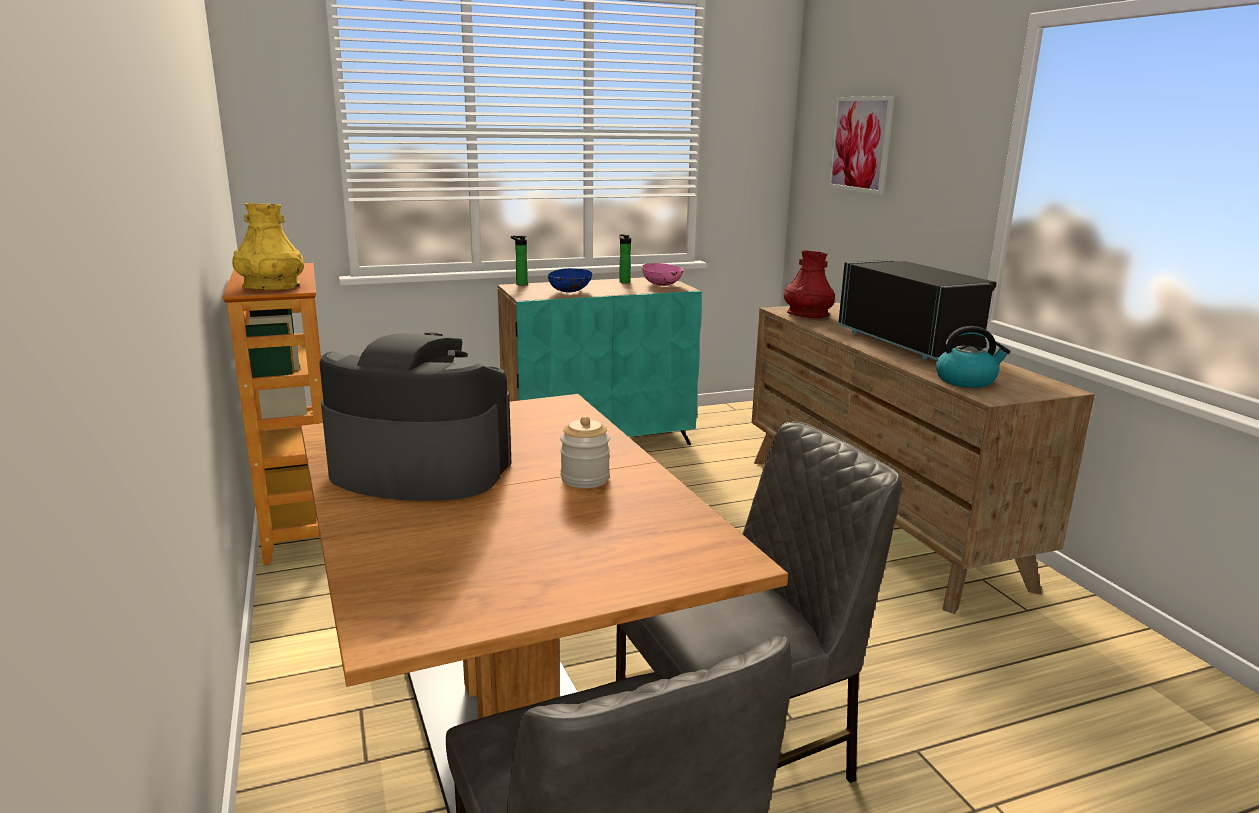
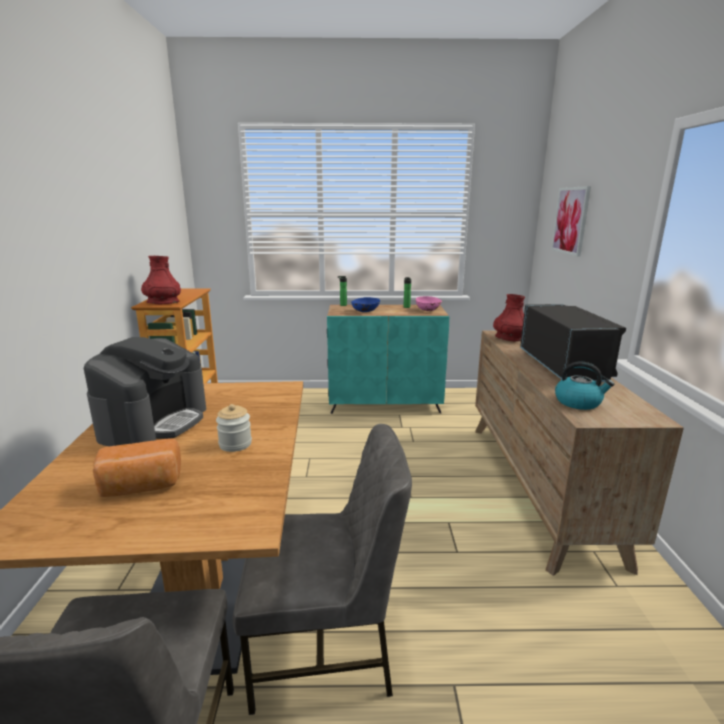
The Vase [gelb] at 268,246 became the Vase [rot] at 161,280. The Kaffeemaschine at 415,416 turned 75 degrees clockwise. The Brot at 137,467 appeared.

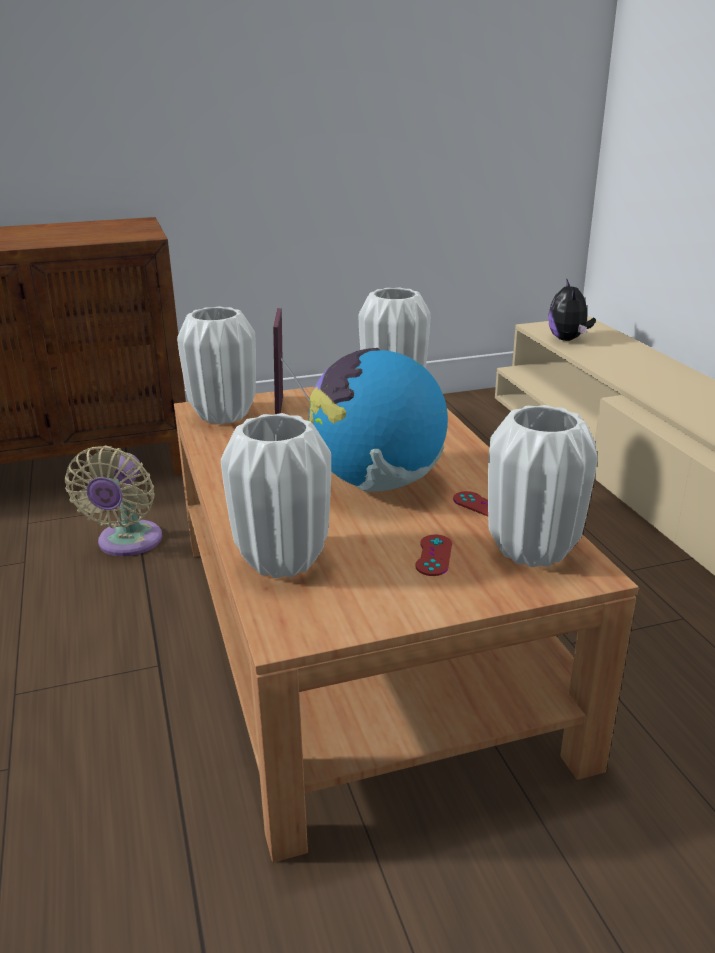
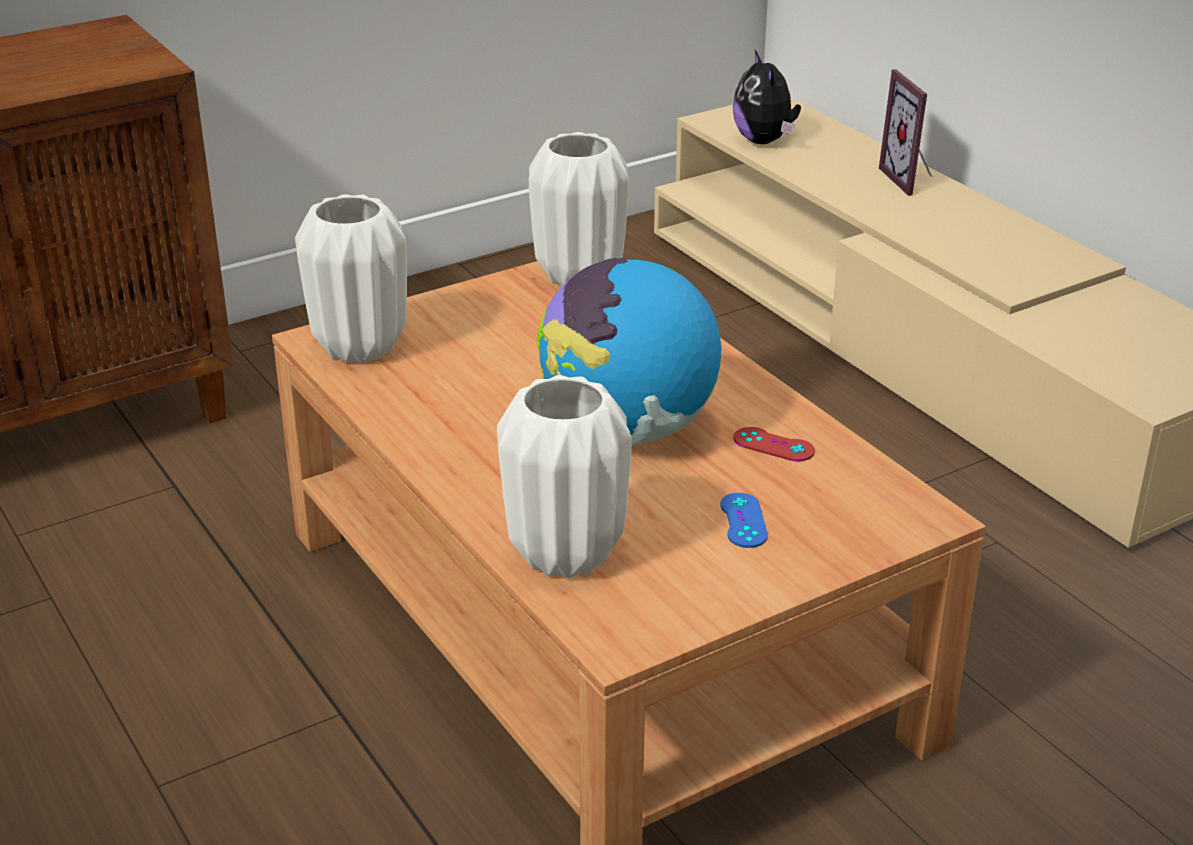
The Bilderrahmen moved from 291,361 to 906,132. The Vase [weiß] at 543,486 disappeared. The Ventilator [beige] at 113,501 disappeared. The Gamepad [rot] at 433,555 became the Gamepad [blau] at 744,520.

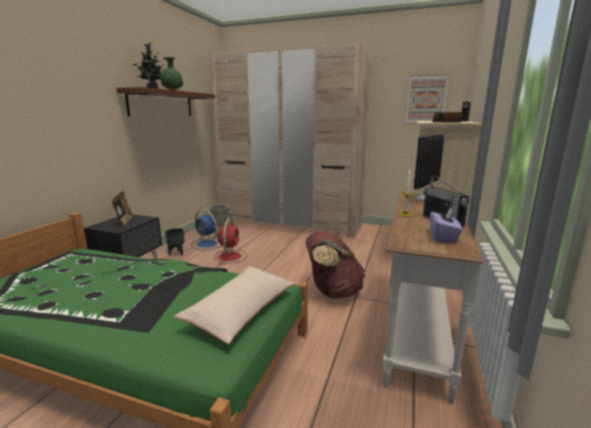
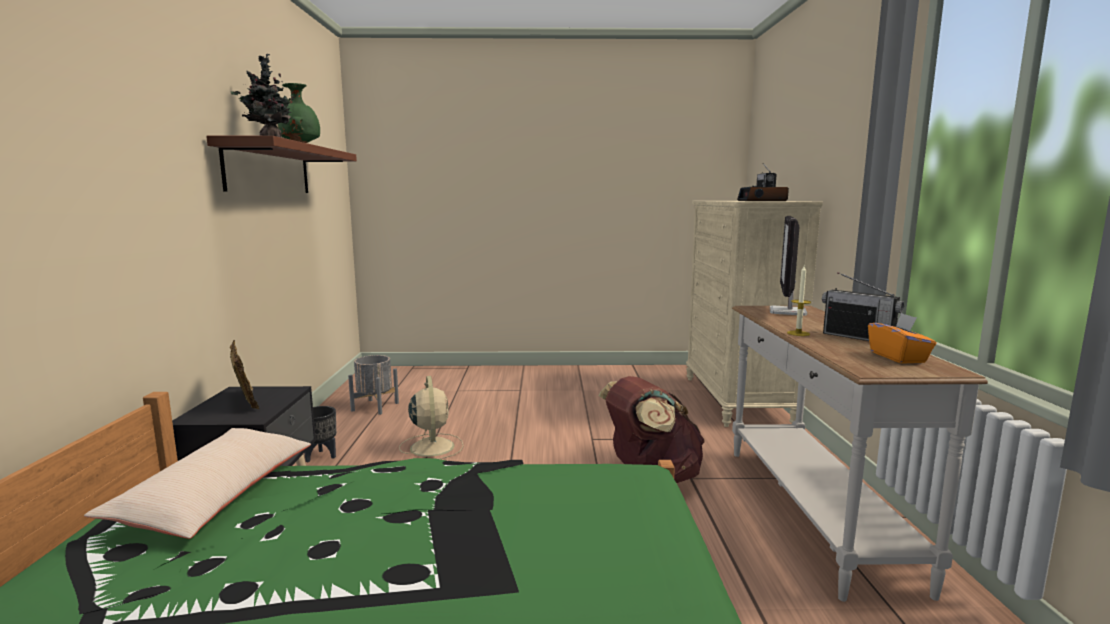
The Kleiderschrank [beige] at 290,140 disappeared. The Bild at 427,99 disappeared. The Taschentuchbox [lila] at 446,225 became the Taschentuchbox [orange] at 902,338. The Ventilator [blau] at 206,229 disappeared. The Ventilator [rot] at 230,241 became the Ventilator [beige] at 431,417. The Kissen [beige] moved from 234,305 to 197,483.

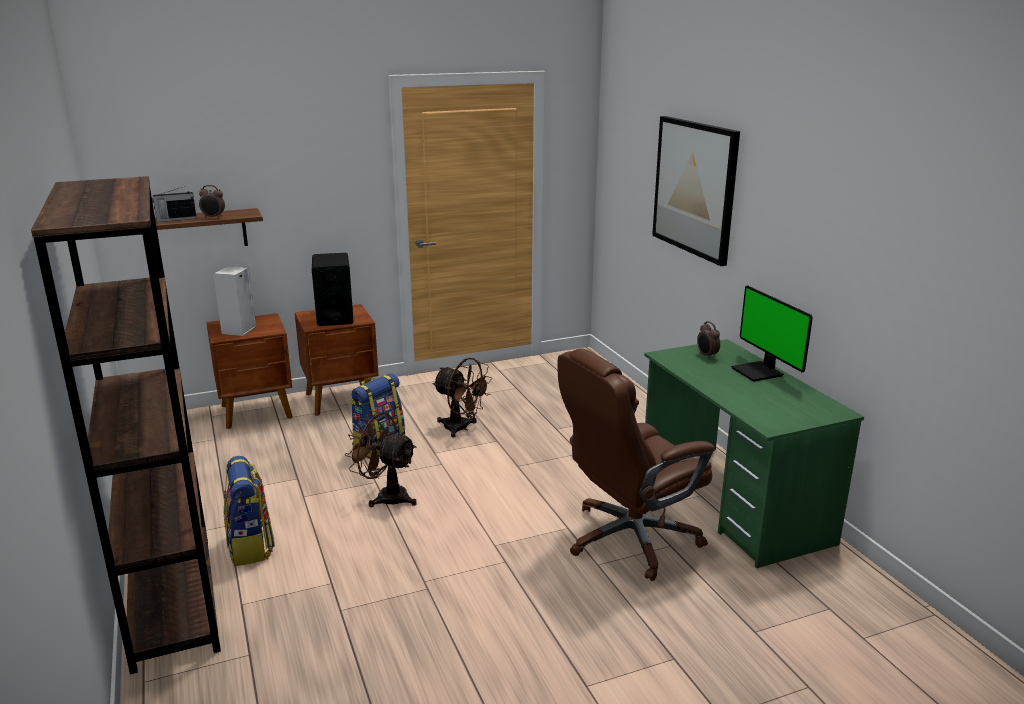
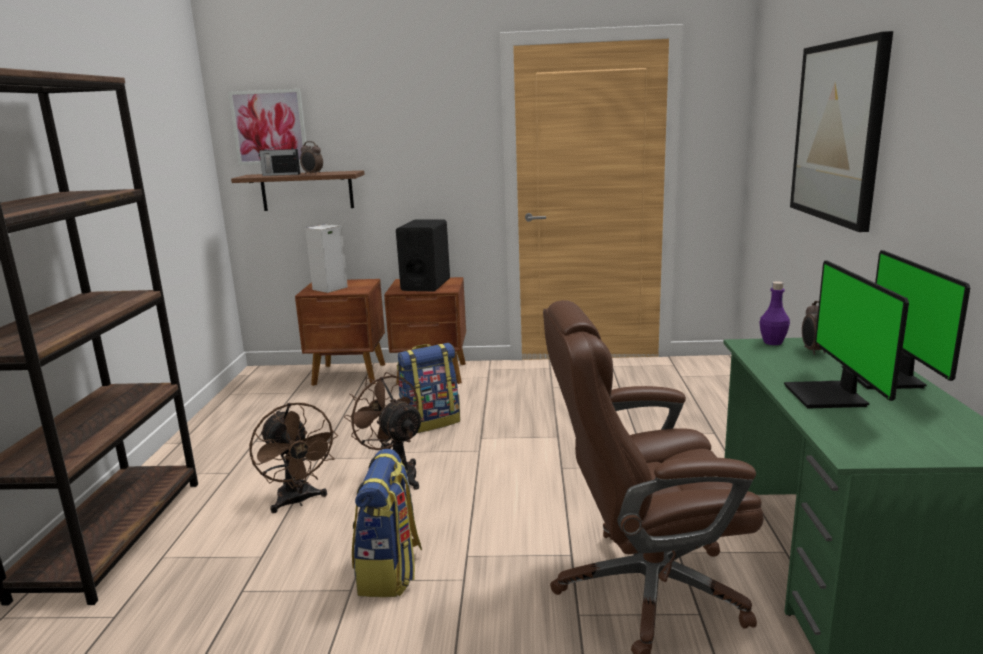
The Ventilator [braun] moved from 462,398 to 293,458. The Rucksack moved from 249,511 to 387,523. The Bild at 267,127 appeared. The Monitor at 846,335 appeared. The Flasche [lila] at 775,313 appeared.

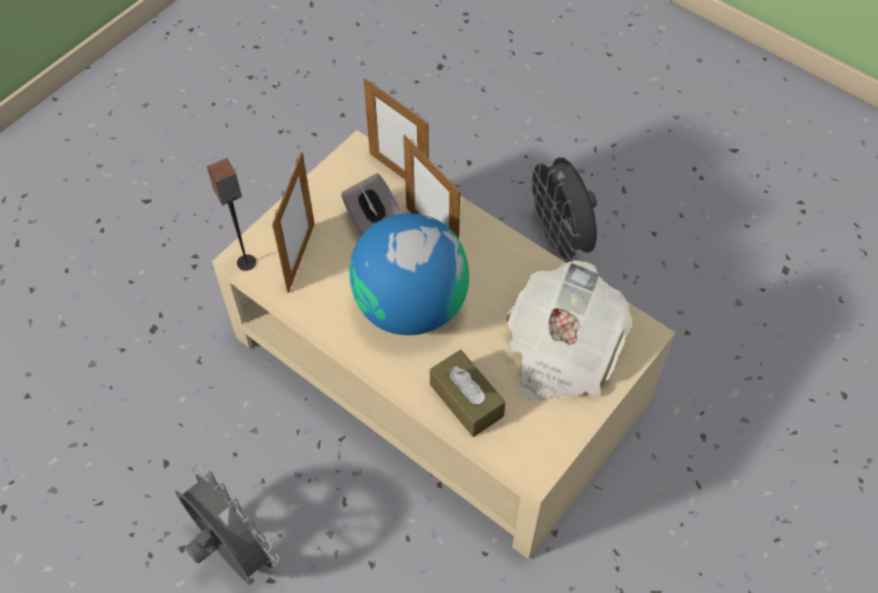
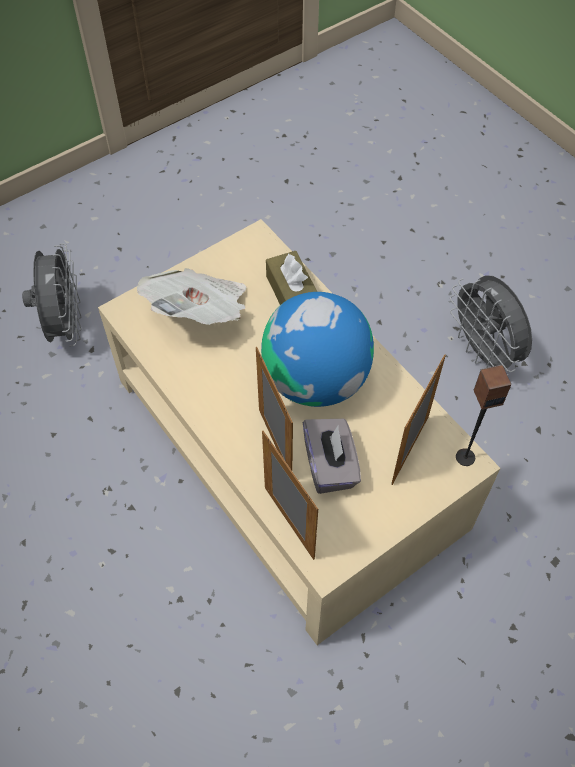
The Ventilator [grau] moved from 560,209 to 52,295.

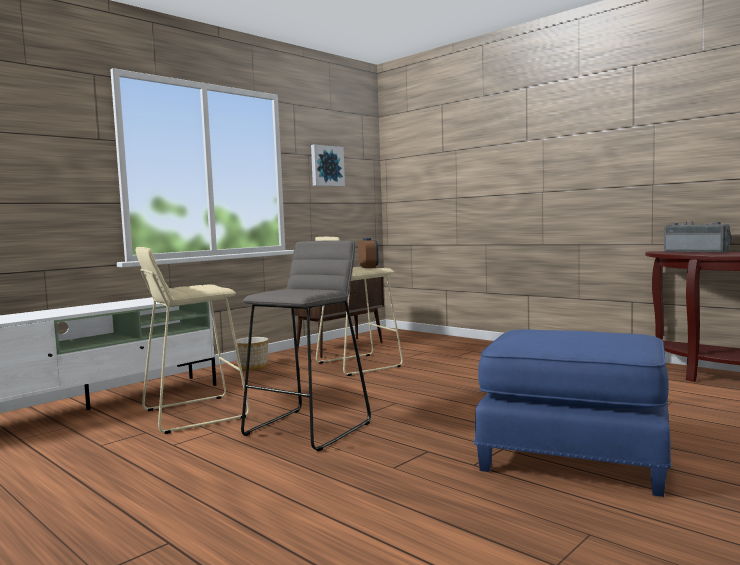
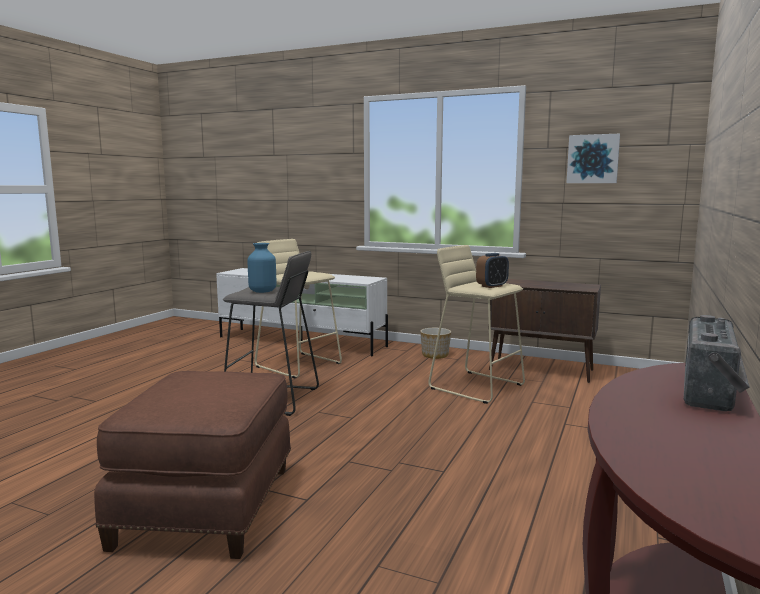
The Polsterhocker [blau] at 572,413 became the Polsterhocker [braun] at 192,465. The Vase [blau] at 262,268 appeared.

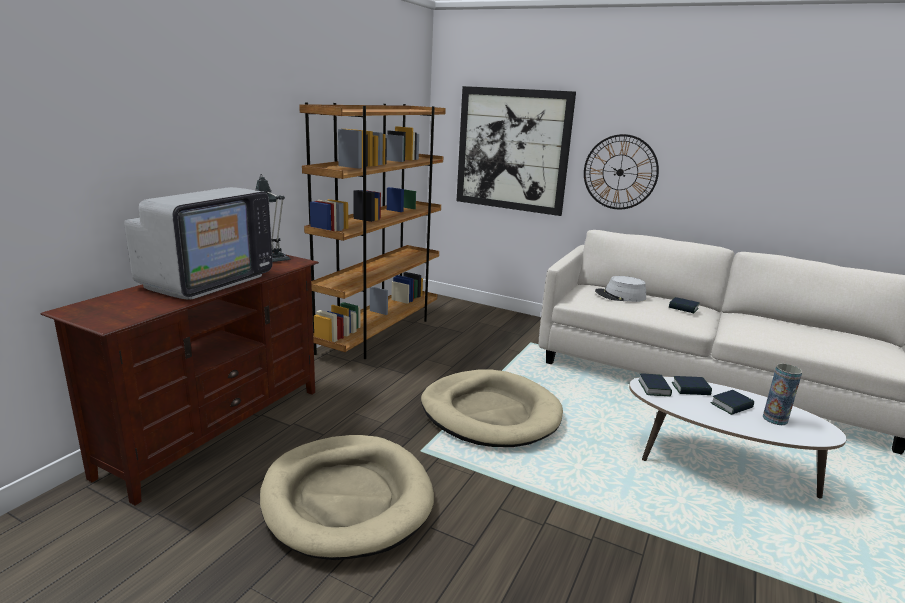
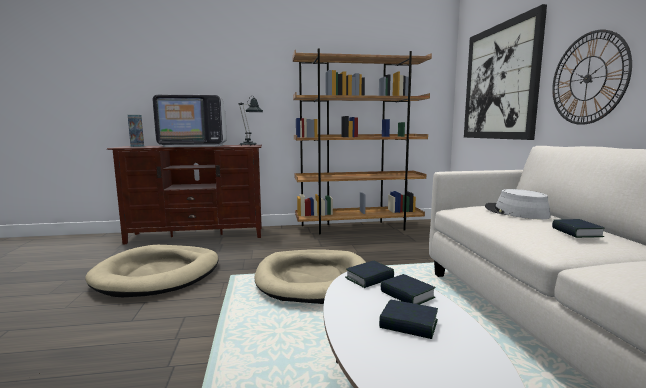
The Vase moved from 782,394 to 136,131.

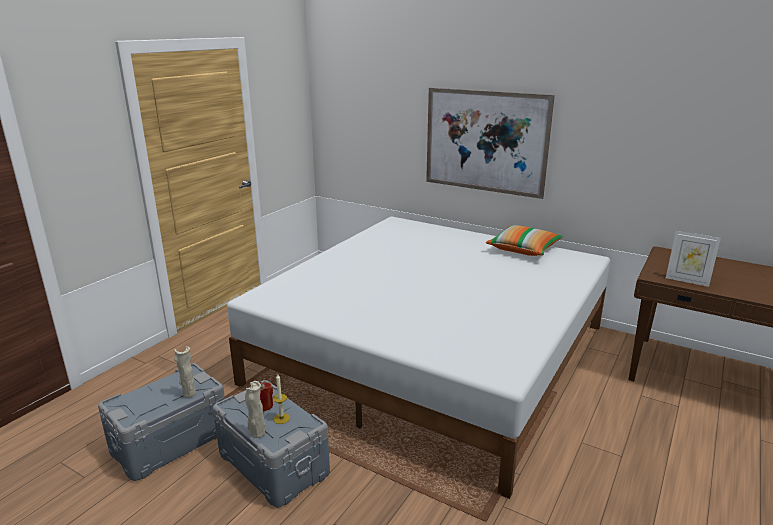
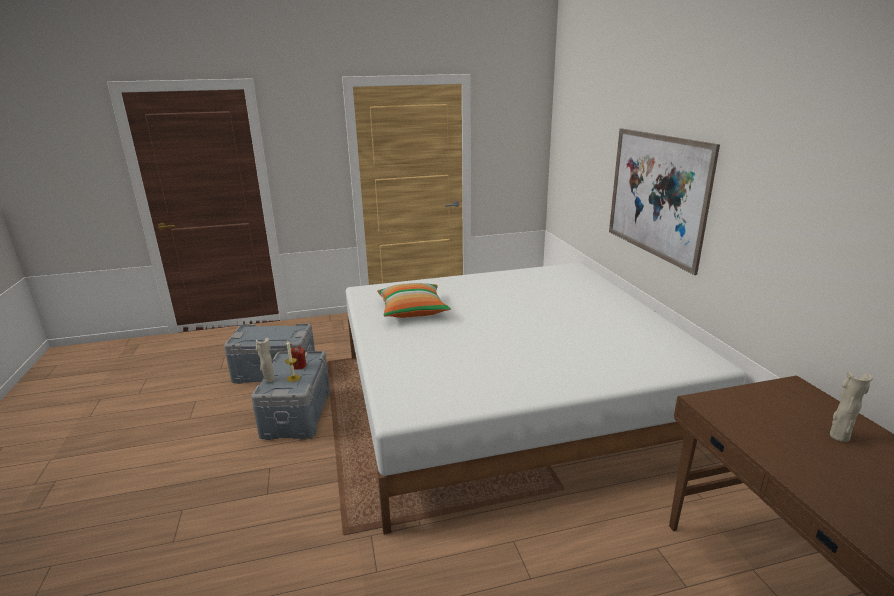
The Kissen moved from 524,240 to 414,300. The Bilderrahmen at 693,259 disappeared. The Vase [beige] moved from 185,372 to 851,406.

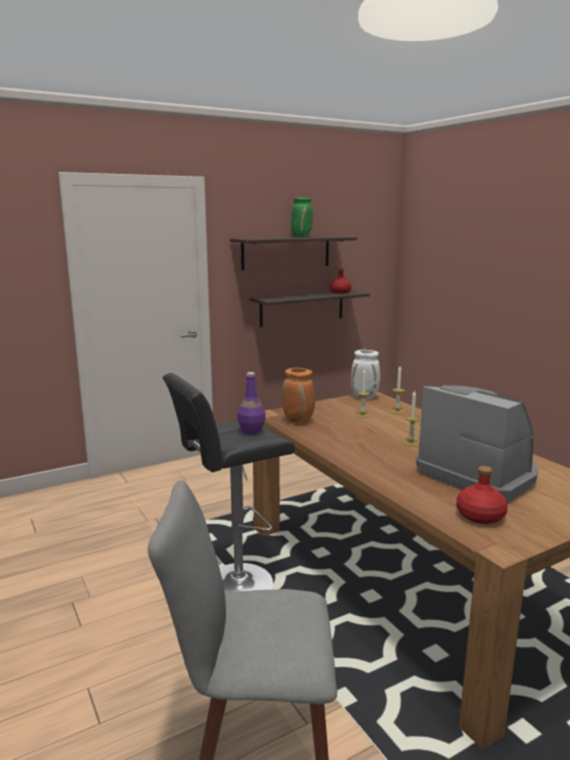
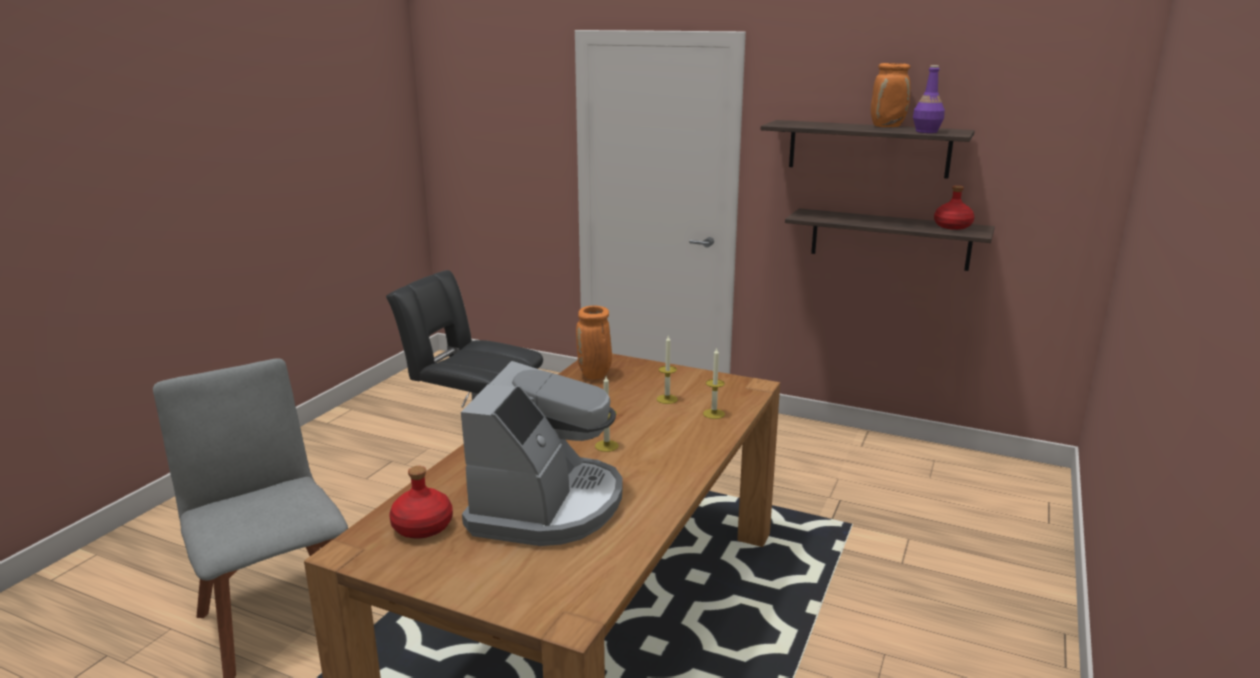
The Vase [grün] at 302,217 became the Vase [orange] at 891,95. The Vase [weiß] at 365,374 disappeared. The Flasche [lila] moved from 251,403 to 929,99.

